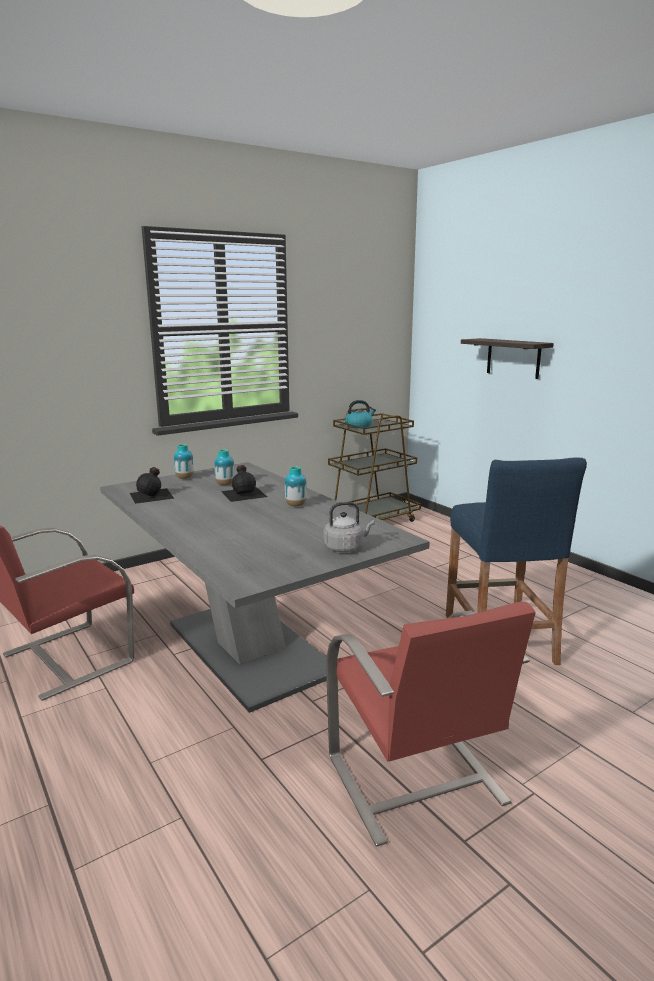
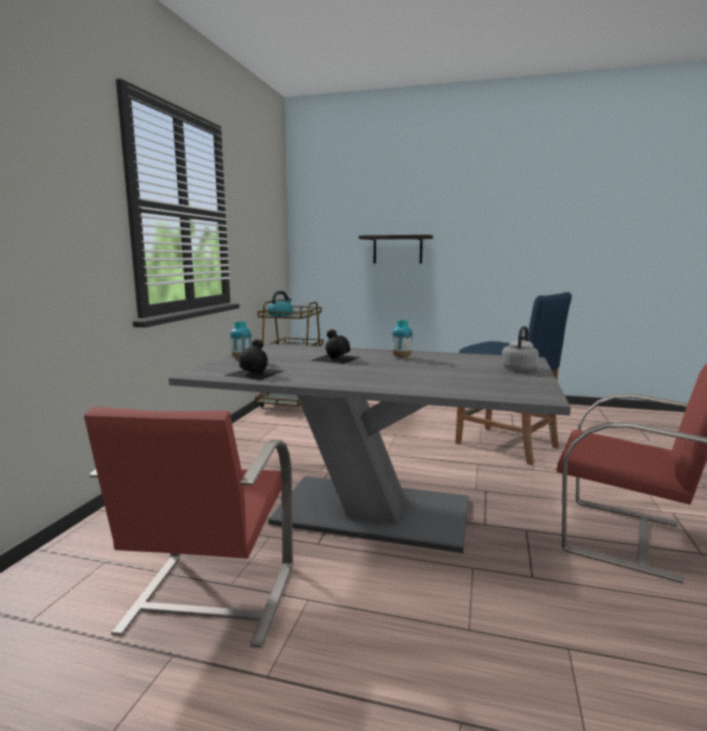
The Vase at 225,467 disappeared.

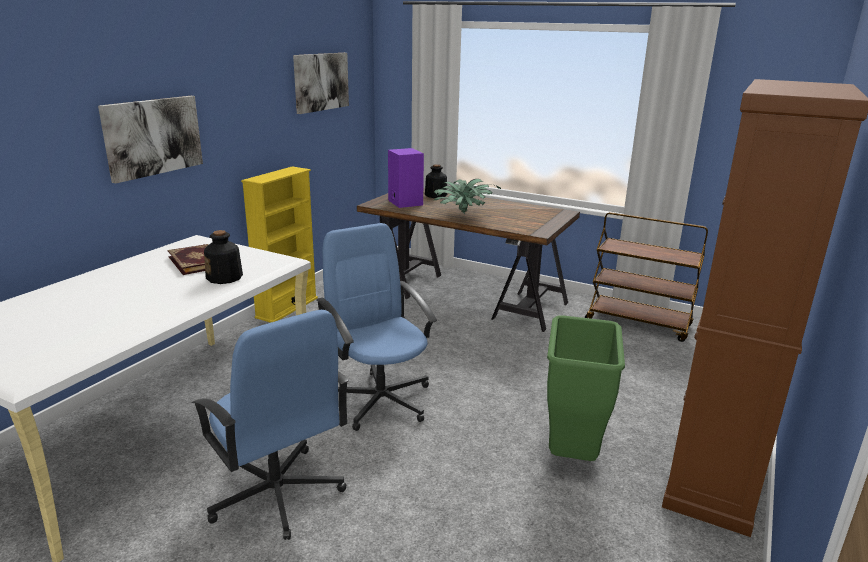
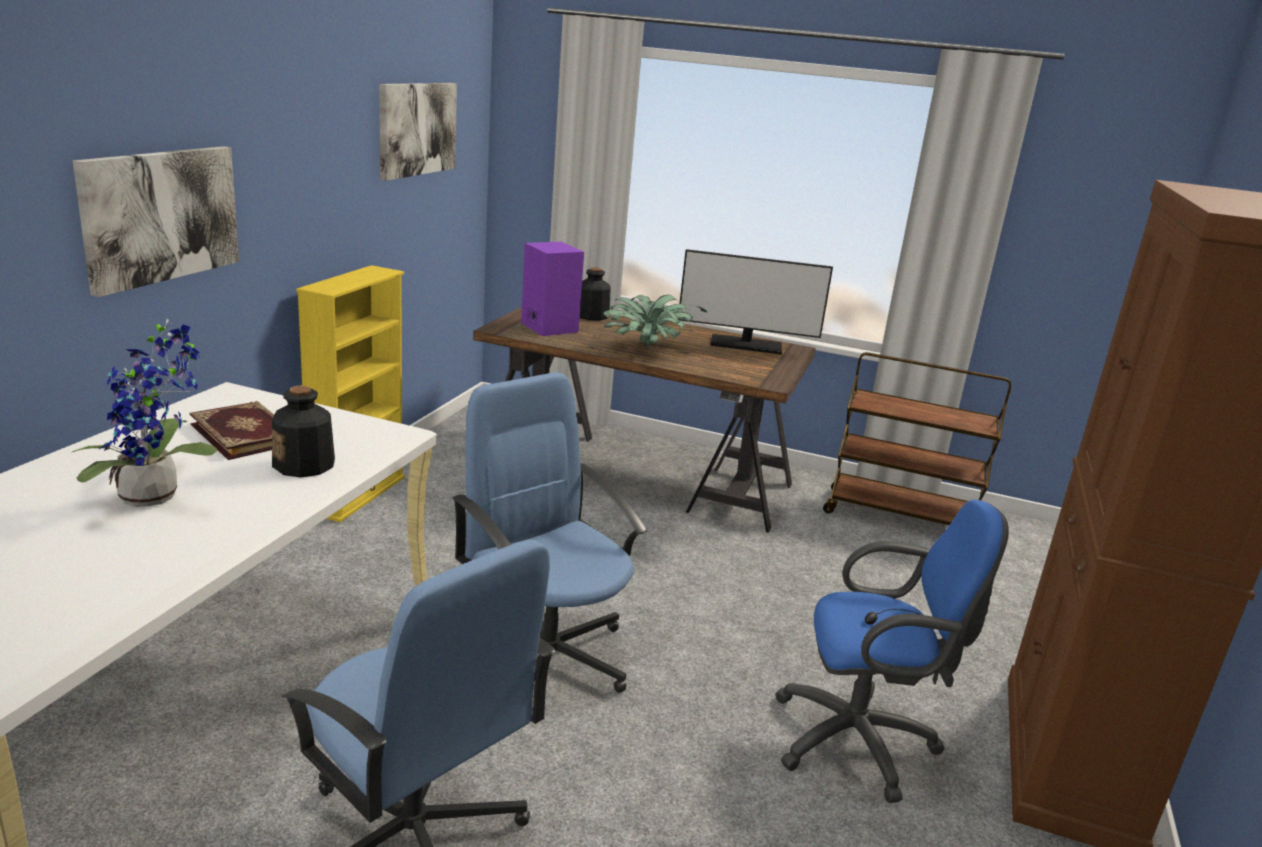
The Mülleimer [grün] at 586,388 was replaced by the Bürostuhl [blau] at 892,651. The Monitor at 755,302 appeared. The Topfpflanze at 144,413 appeared.

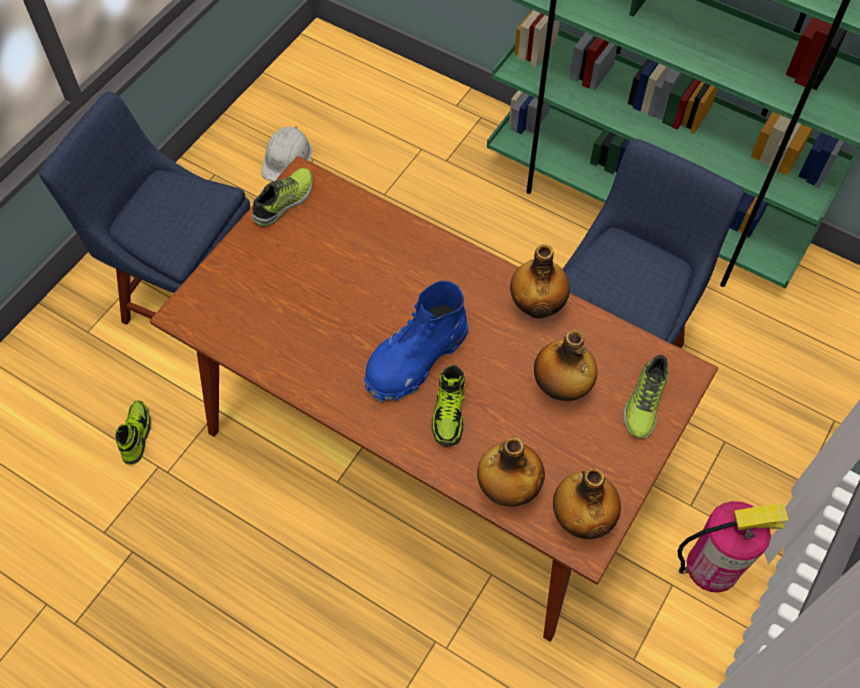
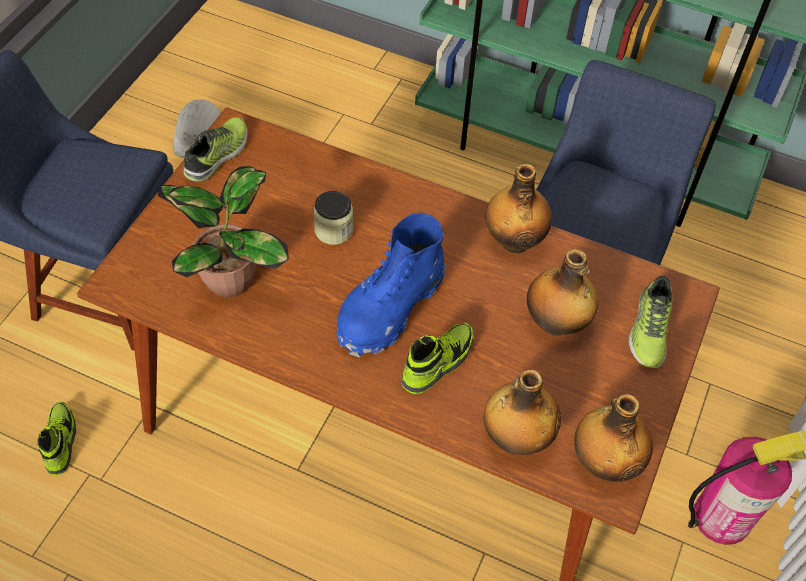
The Schuh at 448,405 turned 135 degrees counterclockwise. The Topfpflanze at 223,231 appeared. The Vorratsglas at 333,218 appeared.

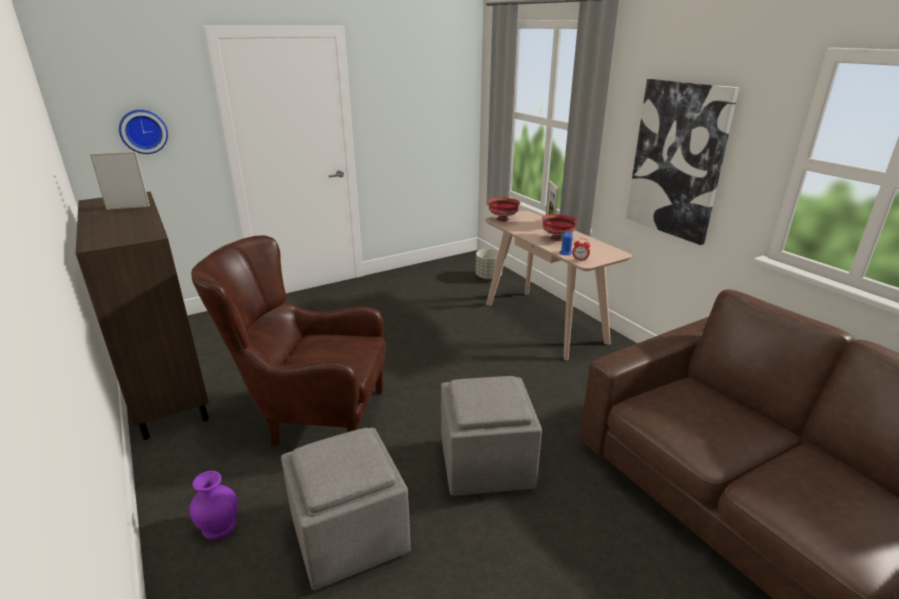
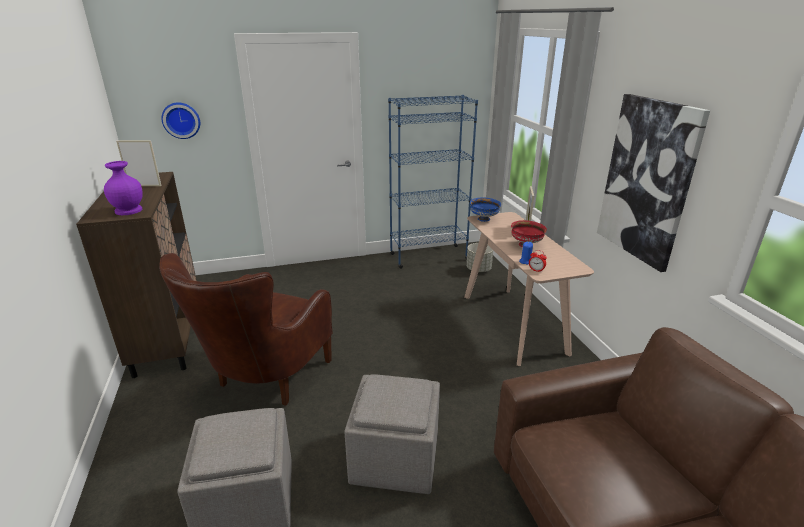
The Schüssel [rot] at 504,209 became the Schüssel [blau] at 485,209. The Sessel [braun] at 288,340 turned 90 degrees counterclockwise. The Vase [lila] moved from 214,505 to 123,188. The Bücherregal [blau] at 433,182 appeared.

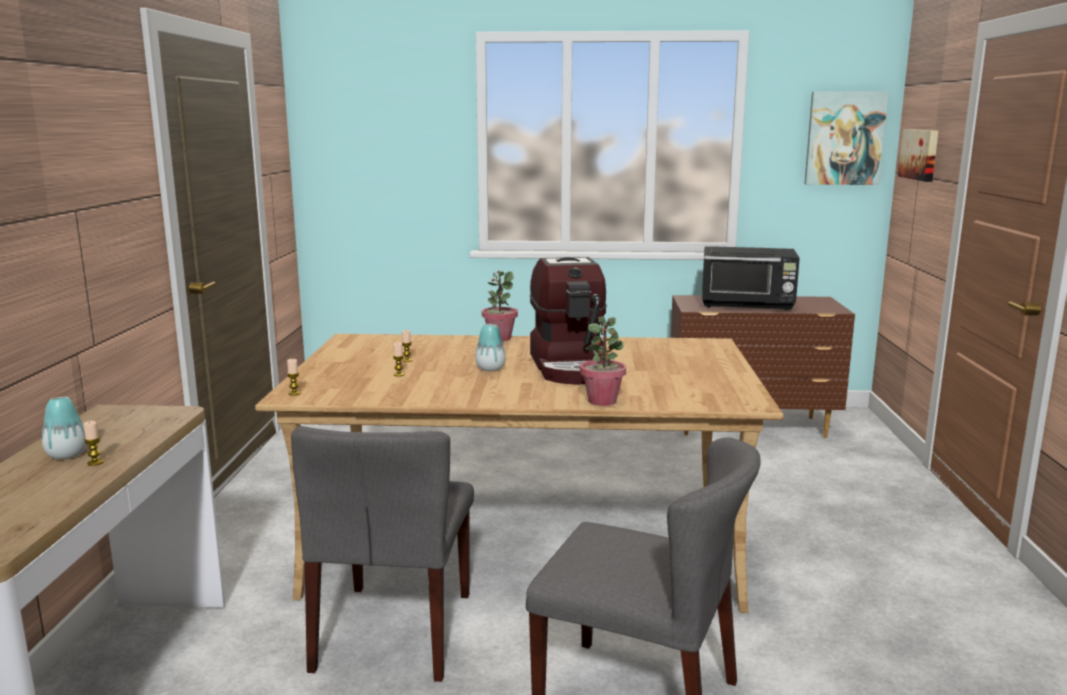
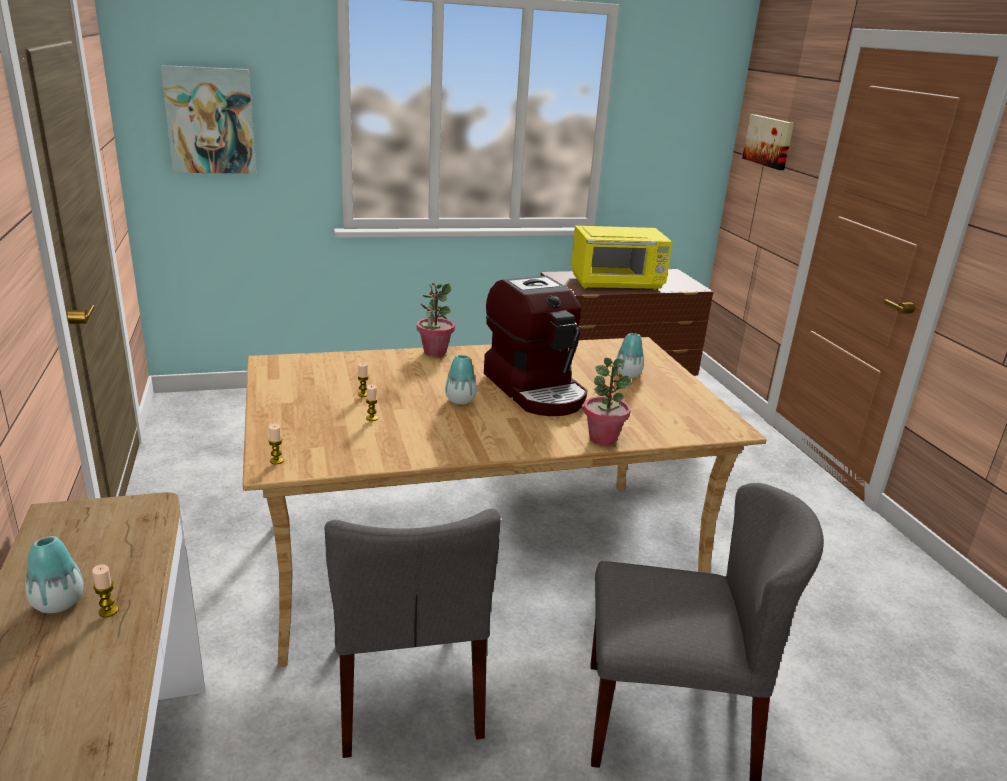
The Bild moved from 846,138 to 208,119. The Mikrowelle [schwarz] at 751,278 became the Mikrowelle [gelb] at 621,258. The Vase at 630,355 appeared.

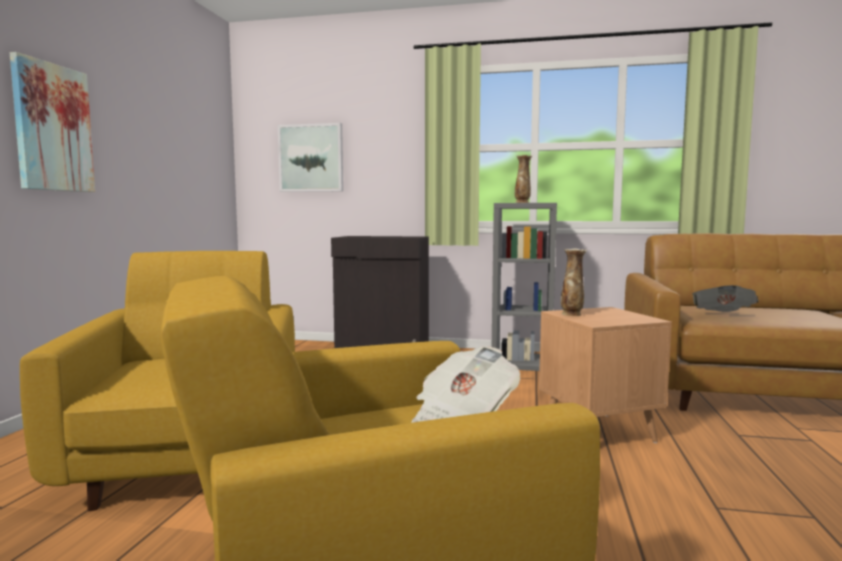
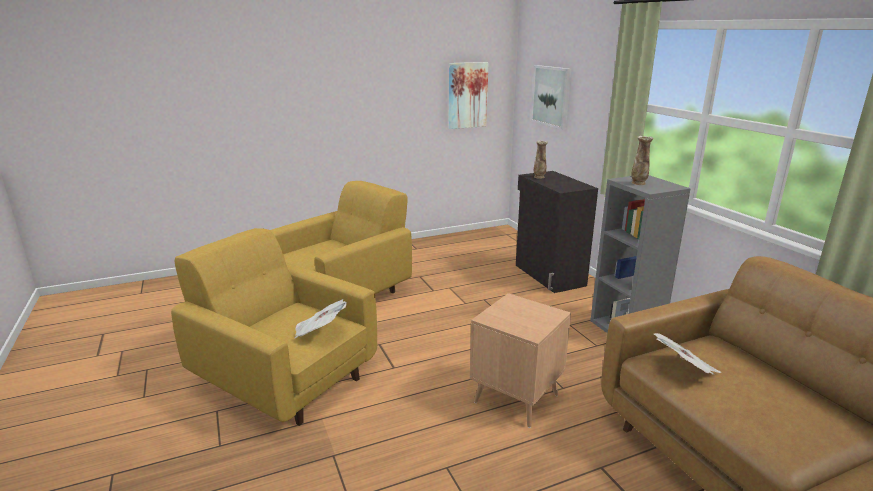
The Bild moved from 52,122 to 468,95. The Vase moved from 574,282 to 541,160.

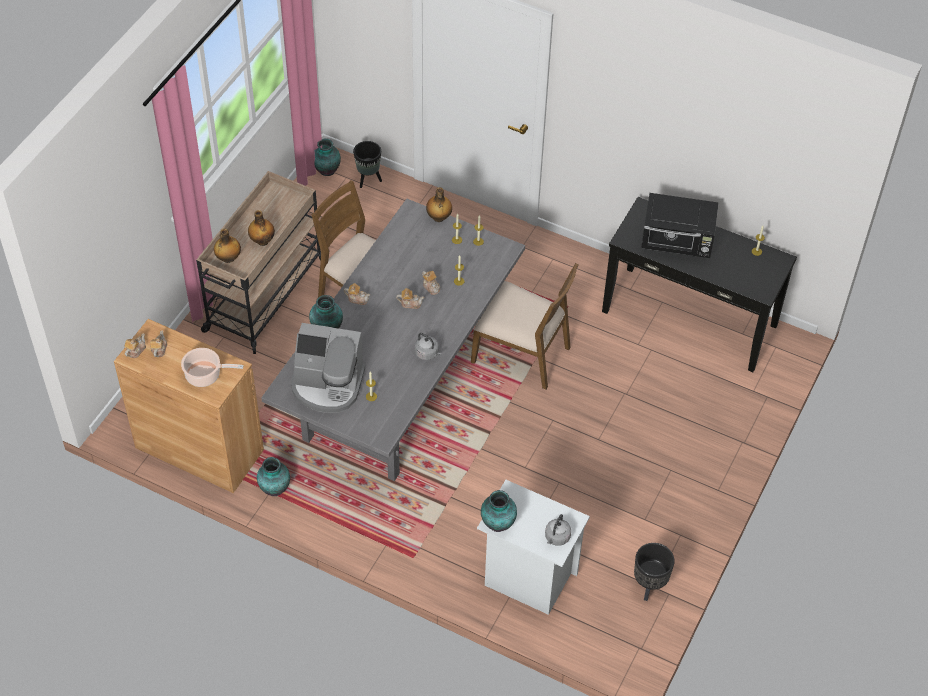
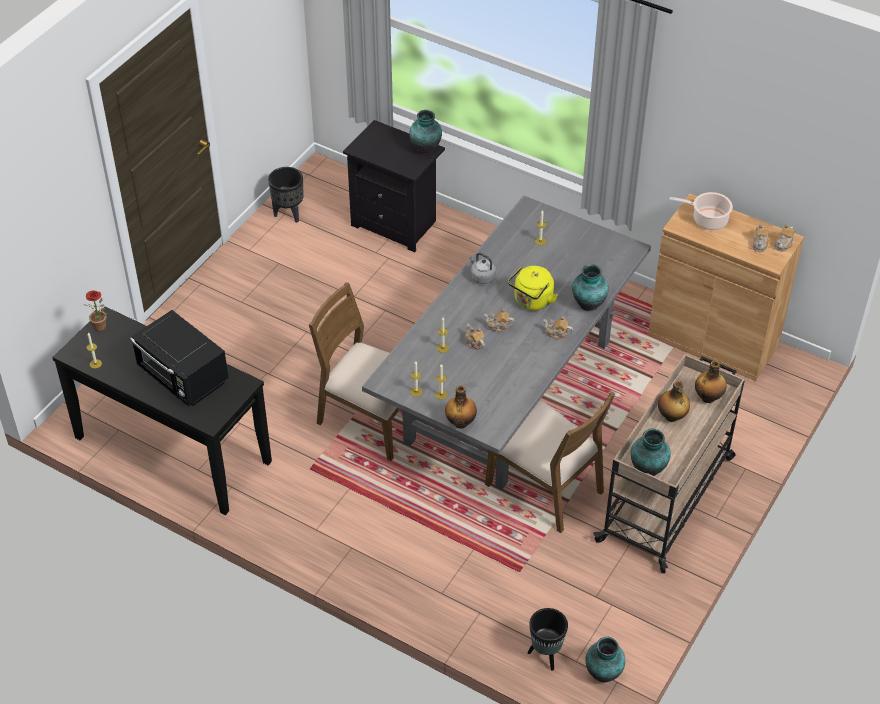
The Mikrowelle [schwarz] at 680,225 turned 150 degrees counterclockwise. The Kaffeemaschine at 328,368 disappeared. The Vase moved from 273,476 to 650,452. The Nachttisch [weiß] at 533,547 became the Nachttisch [schwarz] at 394,186. The Wasserkessel [grau] at 558,530 disappeared. The Wasserkessel [gelb] at 533,288 appeared. The Topfpflanze at 95,311 appeared.

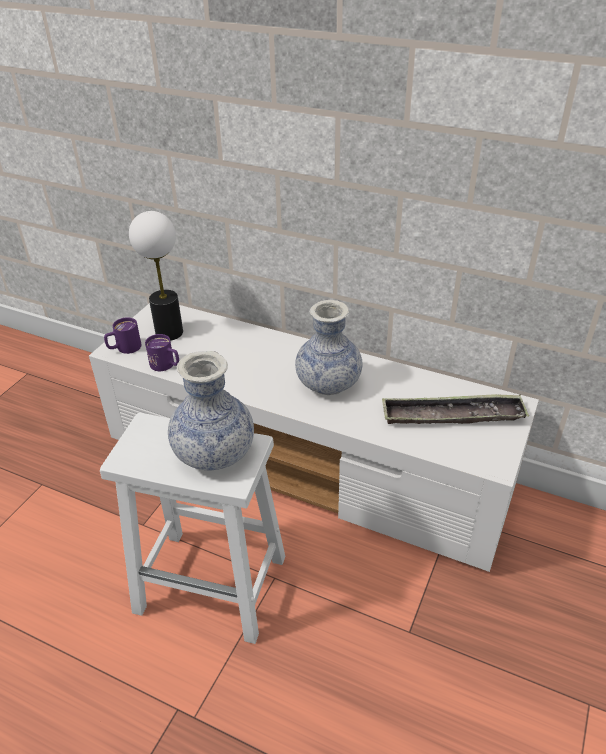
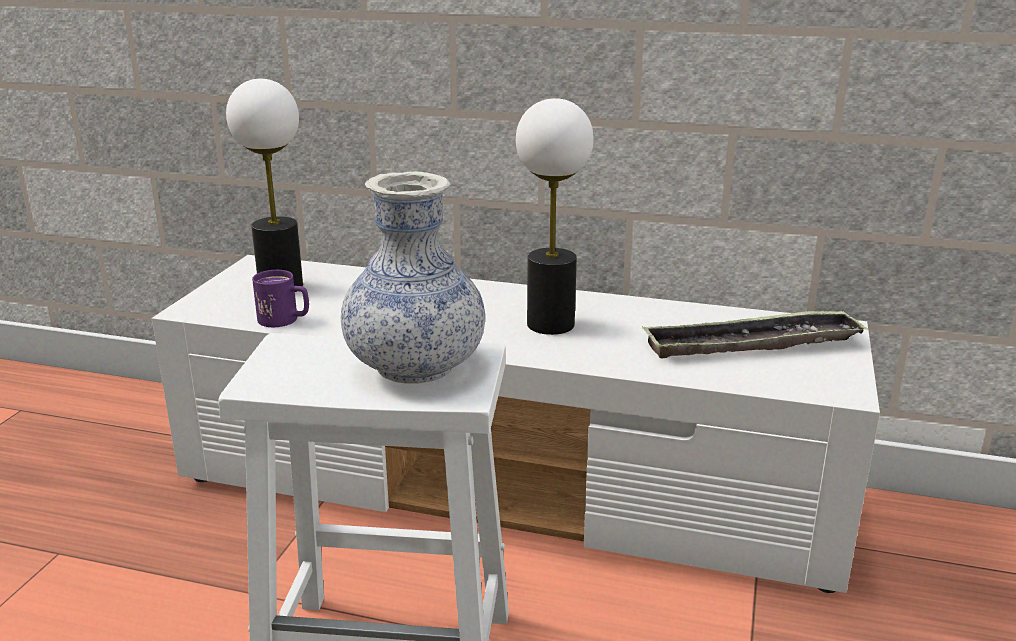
The Vase at 329,347 was replaced by the Tischlampe at 555,216. The Henkelbecher [lila] at 122,335 disappeared.

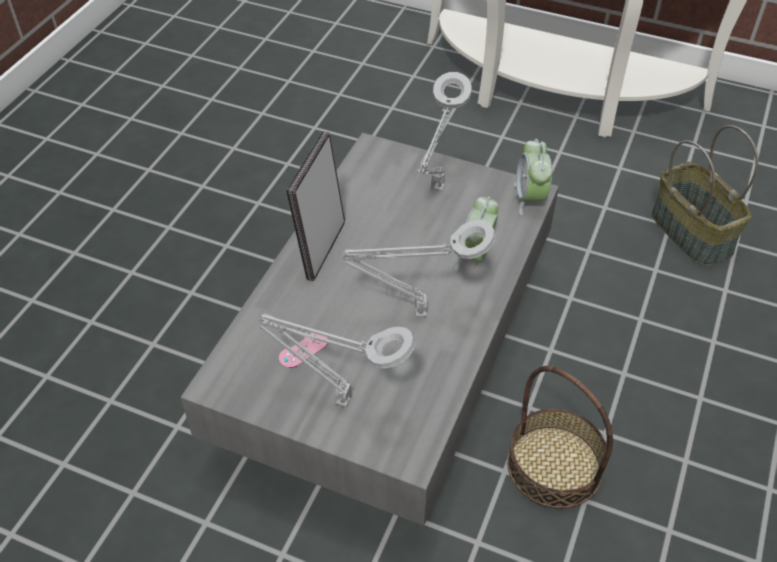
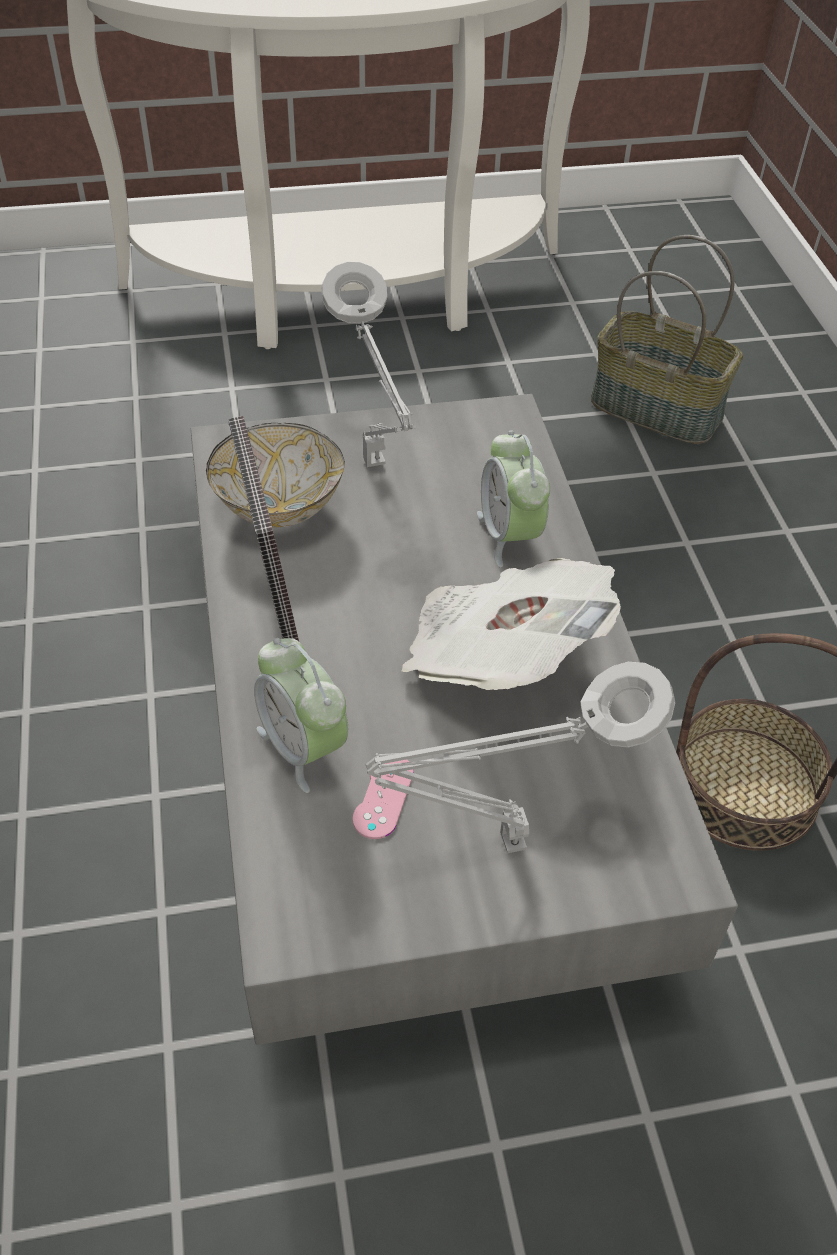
The Wecker moved from 533,177 to 301,715. The Tischlampe [grau] at 418,268 was replaced by the Zeitung at 511,624. The Schüssel at 275,475 appeared.

